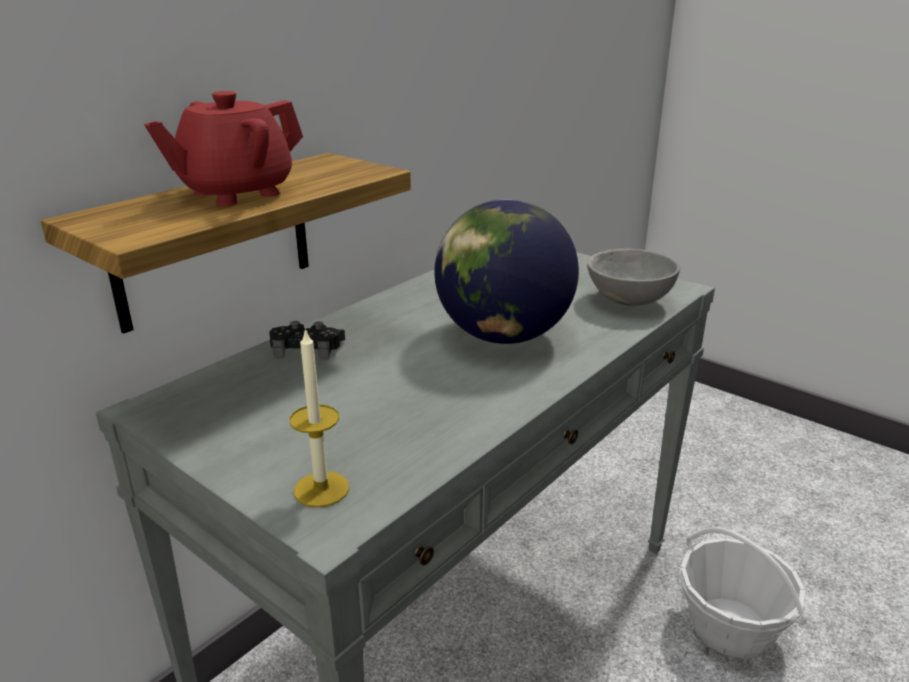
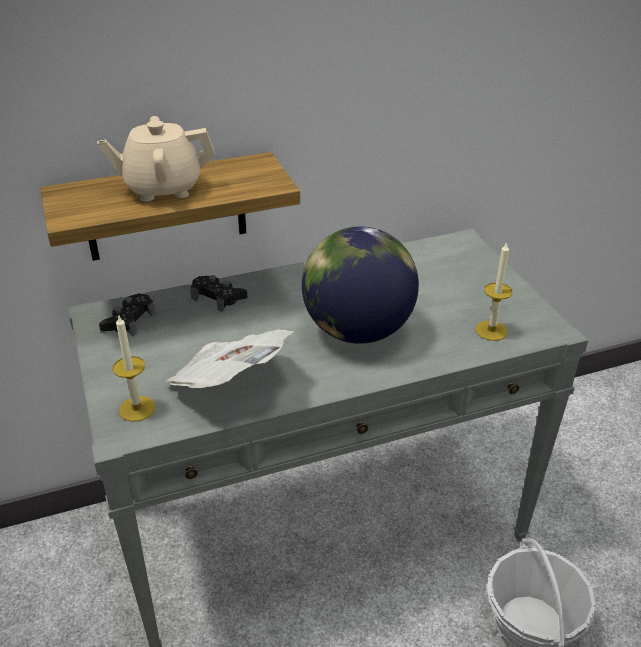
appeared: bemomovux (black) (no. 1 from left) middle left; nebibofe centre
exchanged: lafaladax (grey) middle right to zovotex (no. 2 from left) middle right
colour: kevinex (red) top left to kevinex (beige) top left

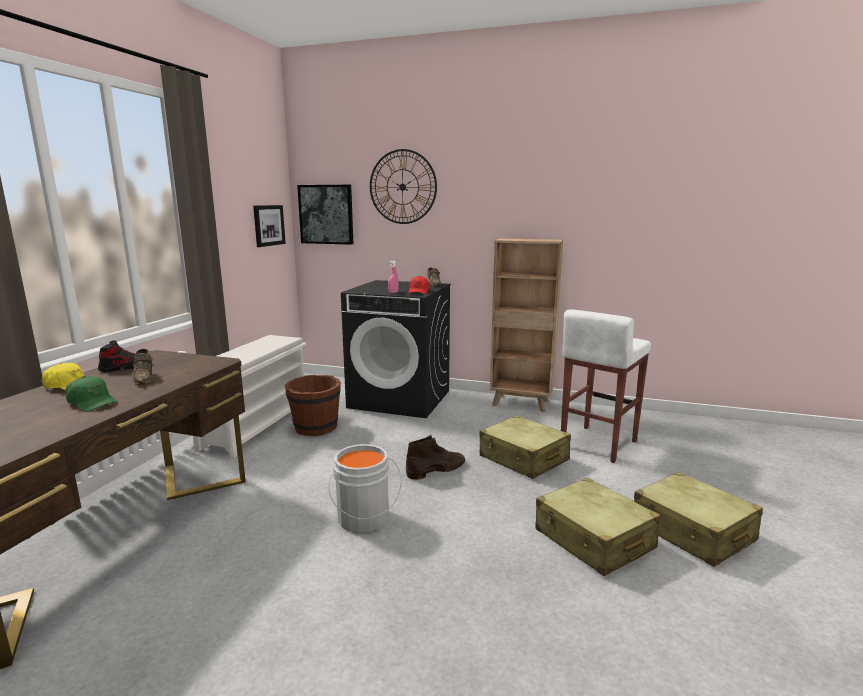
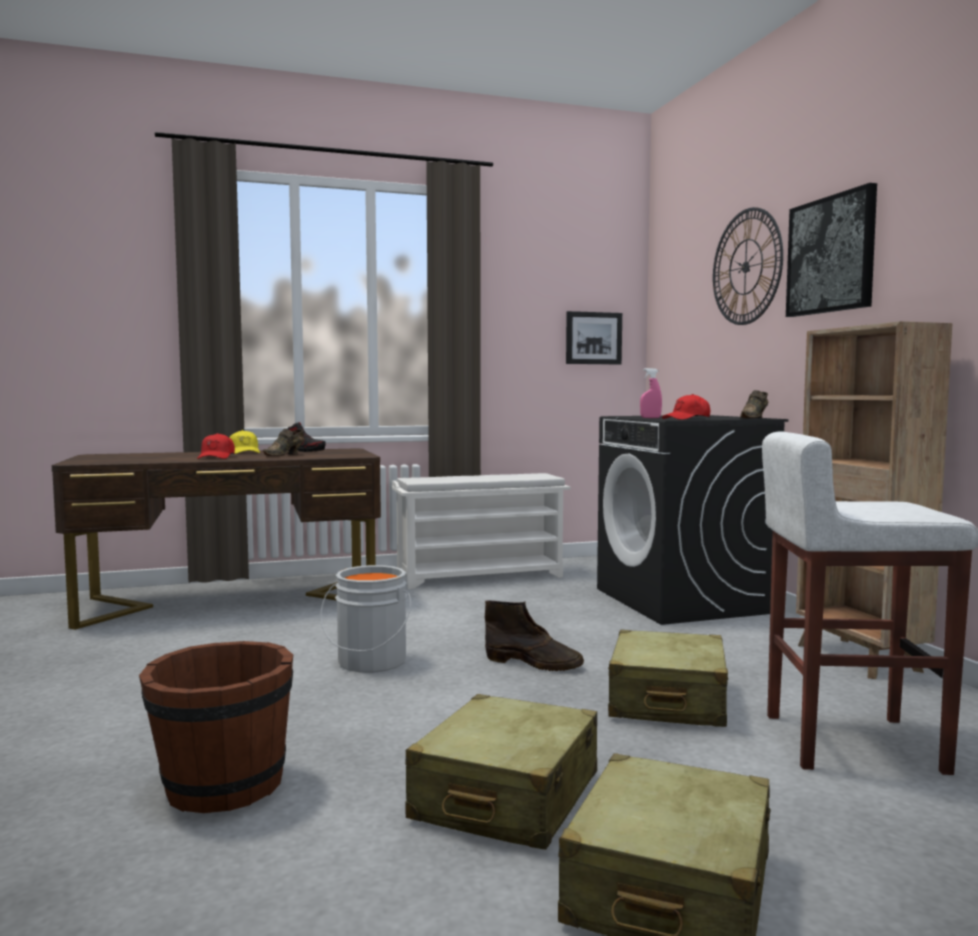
relocated: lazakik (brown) centre to bottom left; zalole (no. 2 from left) top centre to top right
colour: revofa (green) middle left to revofa (red) (no. 1 from left) middle left

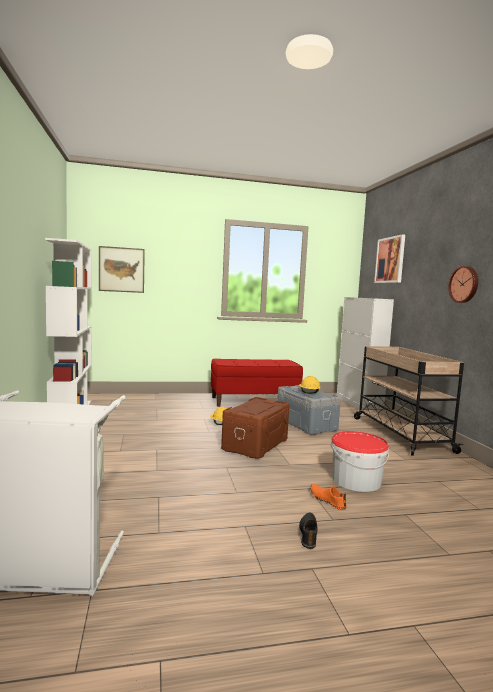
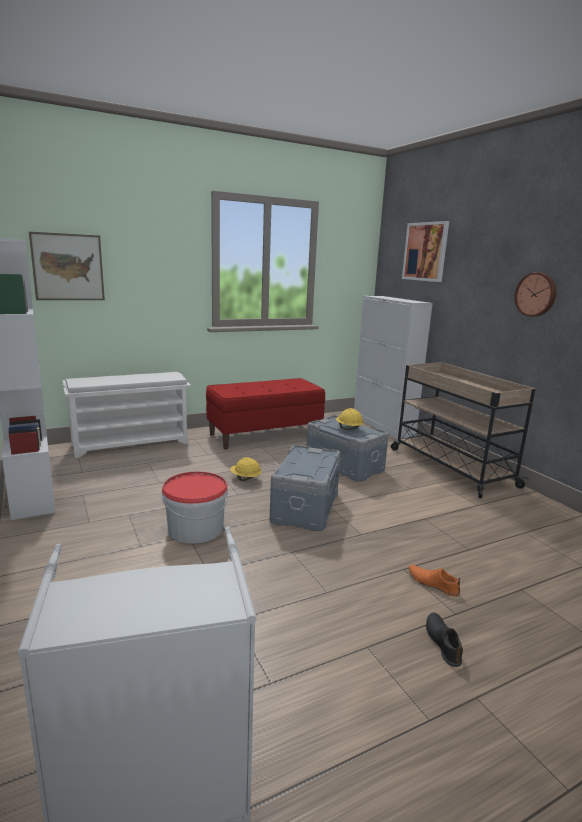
appeared: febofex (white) middle left
relocated: lazakik middle right to centre
colour: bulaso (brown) centre to bulaso (grey) (no. 1 from left) centre

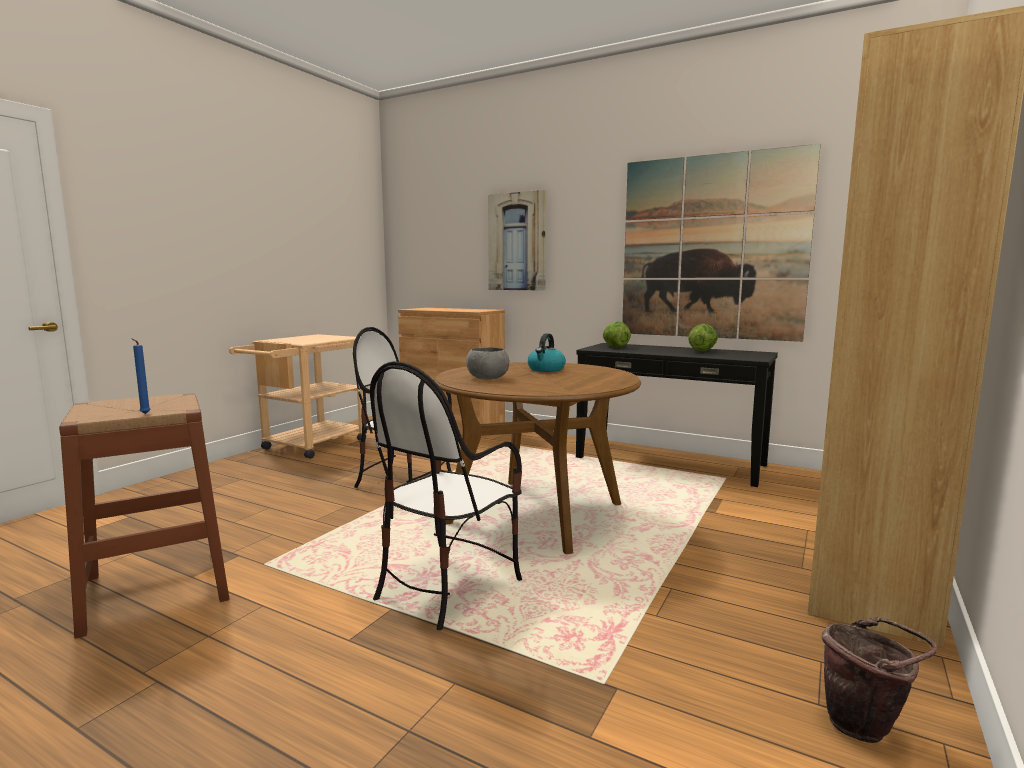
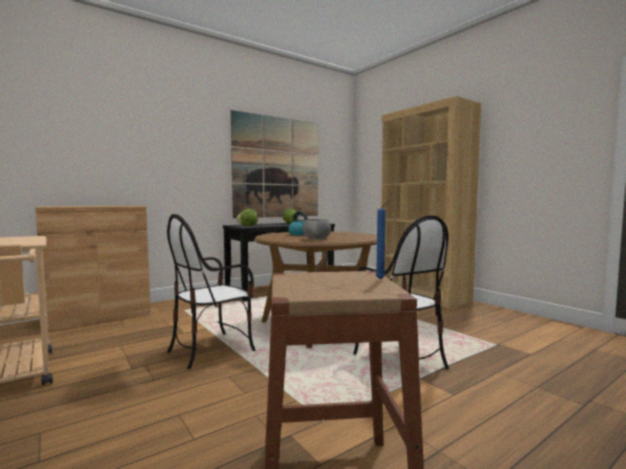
missing: zalole (no. 1 from left) top centre; lazakik (brown) bottom right

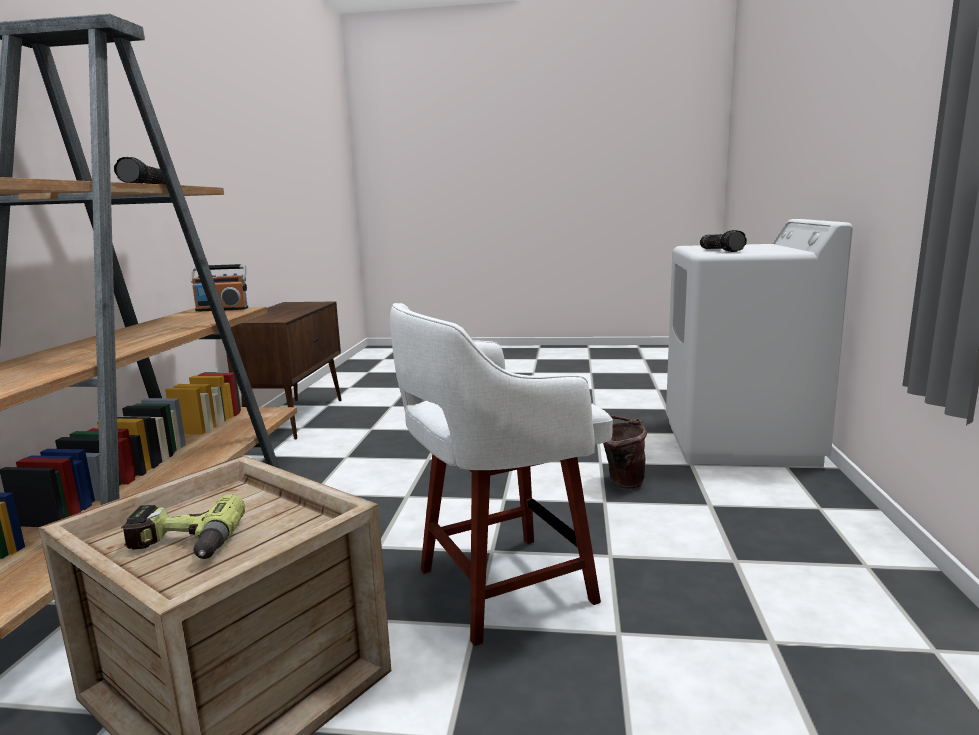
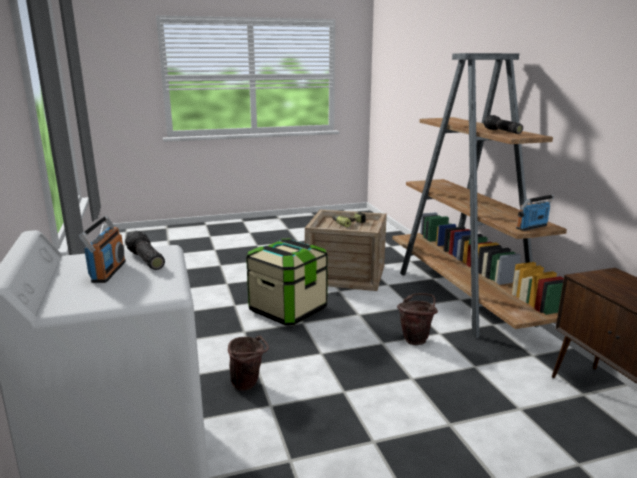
appeared: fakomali (no. 1 from left) middle left; lazakik (brown) (no. 2 from left) bottom centre
exchanged: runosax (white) centre to bulaso centre

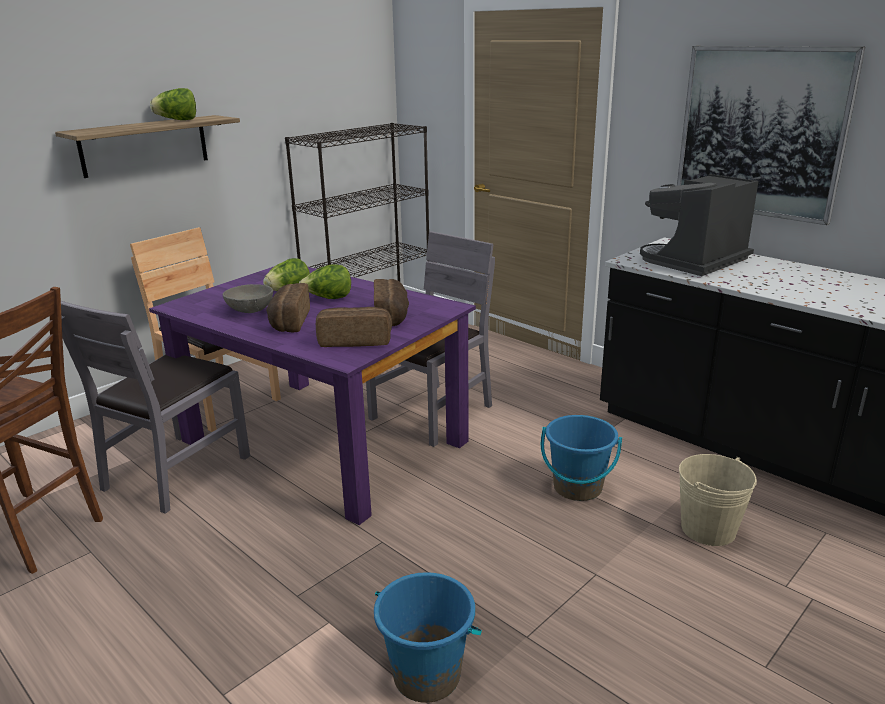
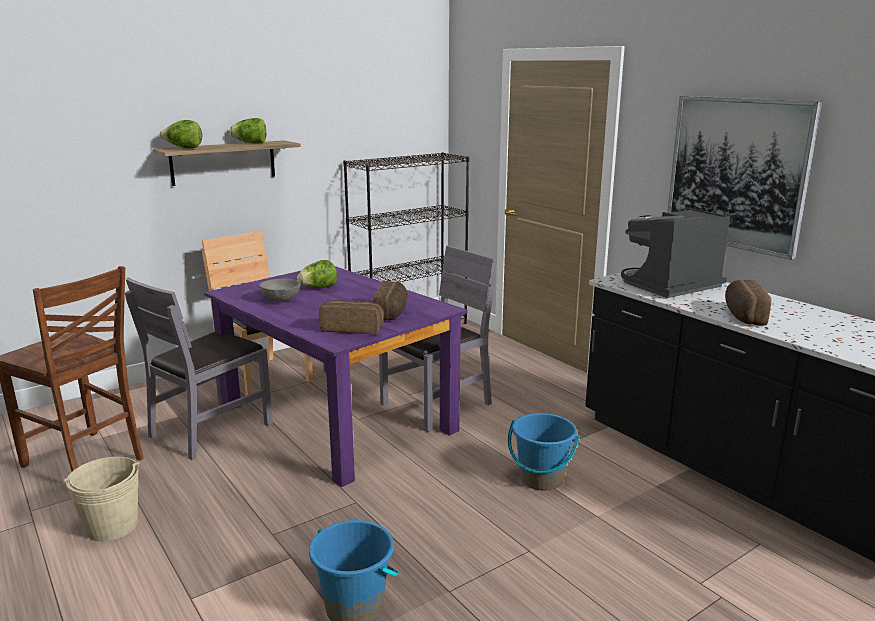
relocated: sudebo (no. 1 from left in the first image) middle left to sudebo (no. 3 from left) middle right; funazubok (no. 3 from left in the first image) centre to funazubok (no. 1 from left) top left; lazakik (beige) bottom right to bottom left

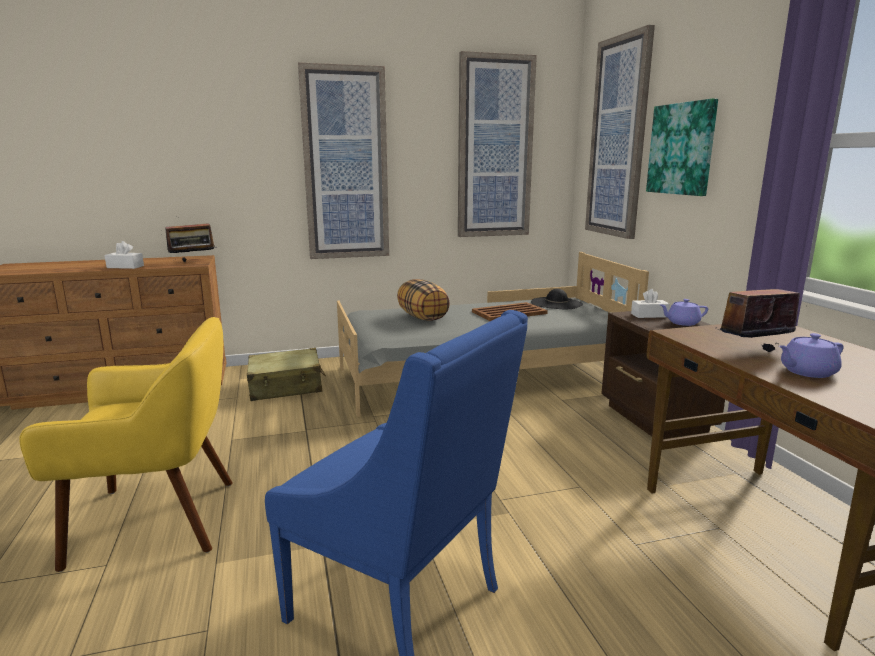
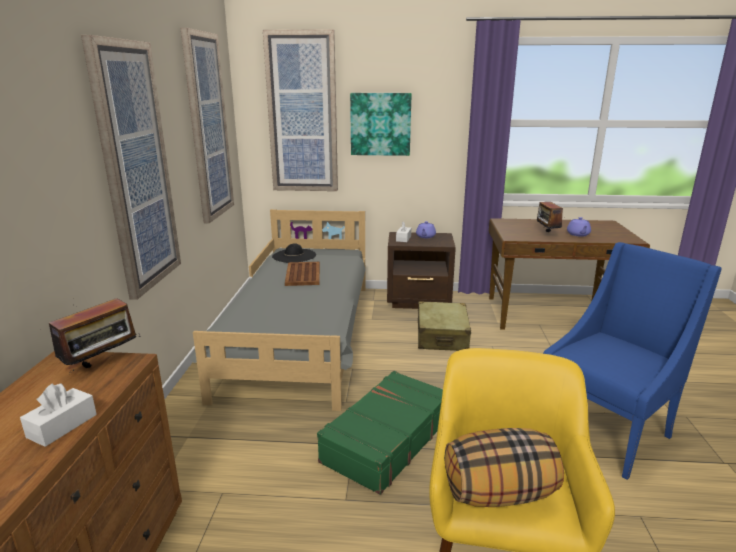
appeared: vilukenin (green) bottom centre
relocated: vilukenin (beige) middle left to centre; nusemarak centre to bottom right
spun: fakomali (no. 1 from left) middle left = middle left 45 degrees clockwise

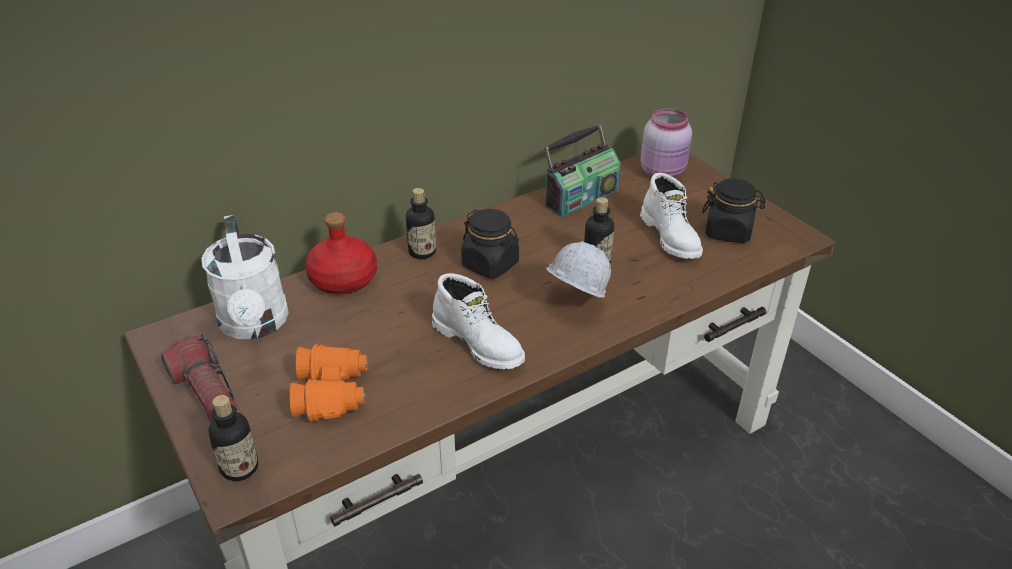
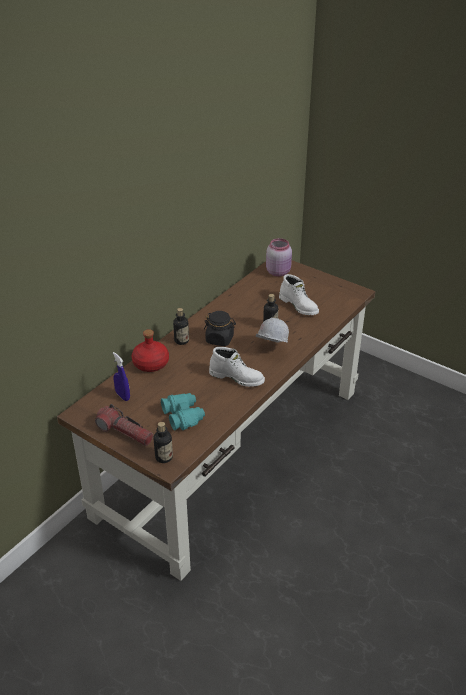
missing: fakomali top centre; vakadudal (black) (no. 2 from left) middle right
exchanged: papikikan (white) middle left to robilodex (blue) middle left
colour: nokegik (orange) bottom left to nokegik (turquoise) centre

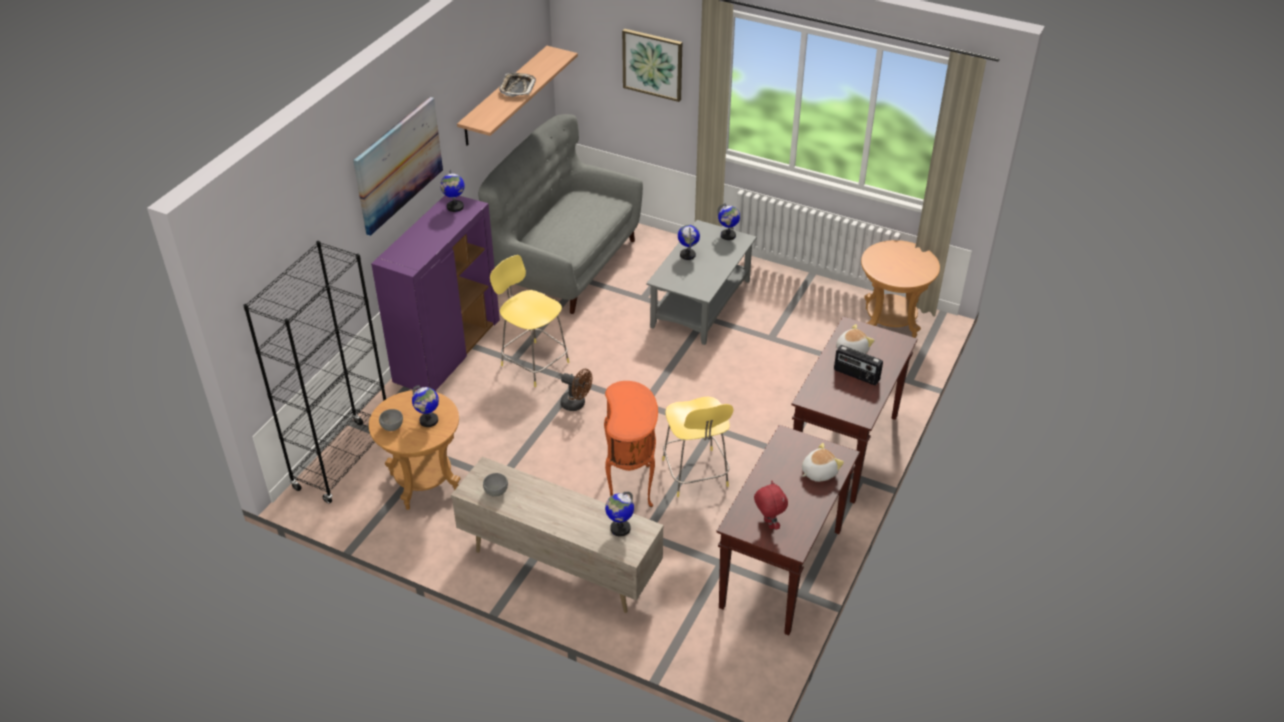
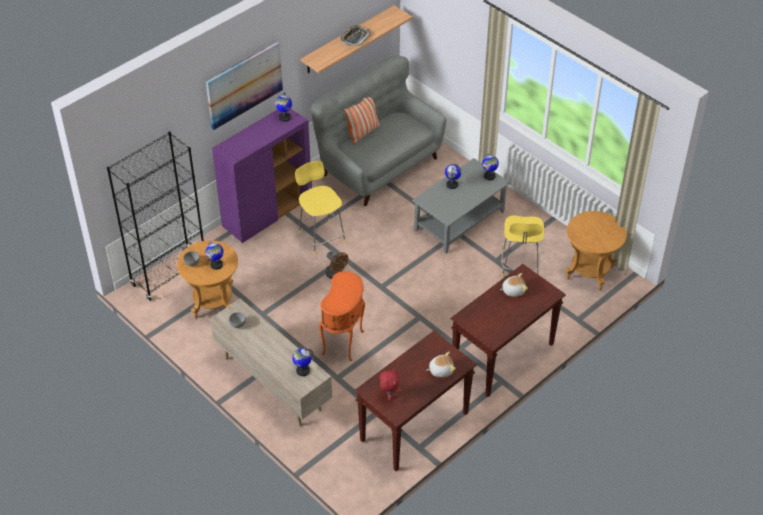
missing: zalole (no. 2 from left) top centre; fakomali middle right
appeared: nusemarak top centre
relocated: runosax (yellow) (no. 2 from left) centre to middle right

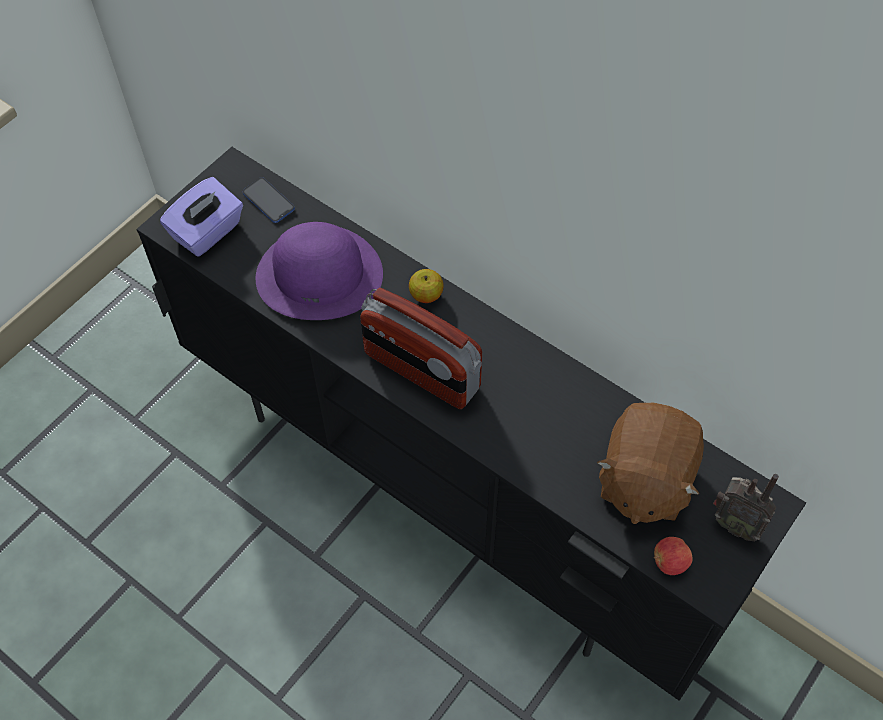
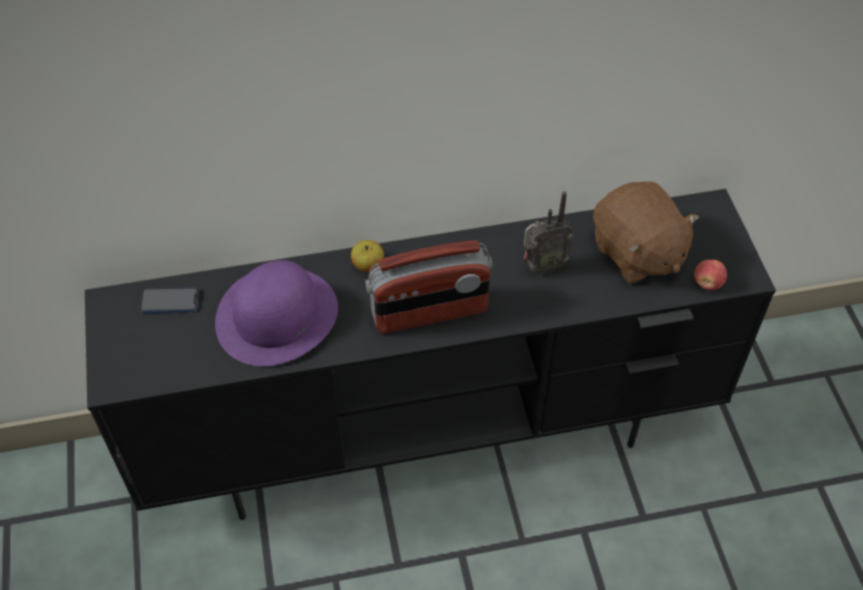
missing: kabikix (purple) top left
relocated: fakomali (no. 2 from left) bottom right to centre

